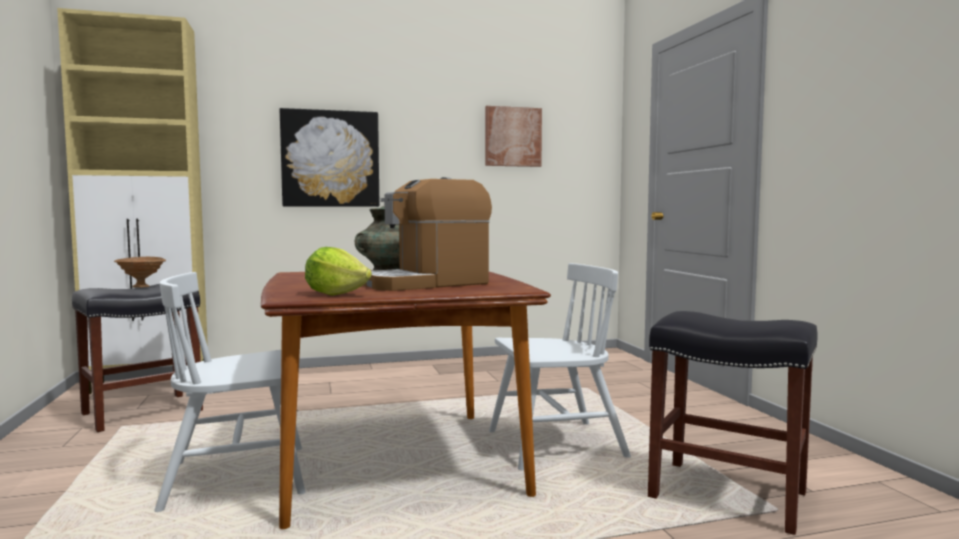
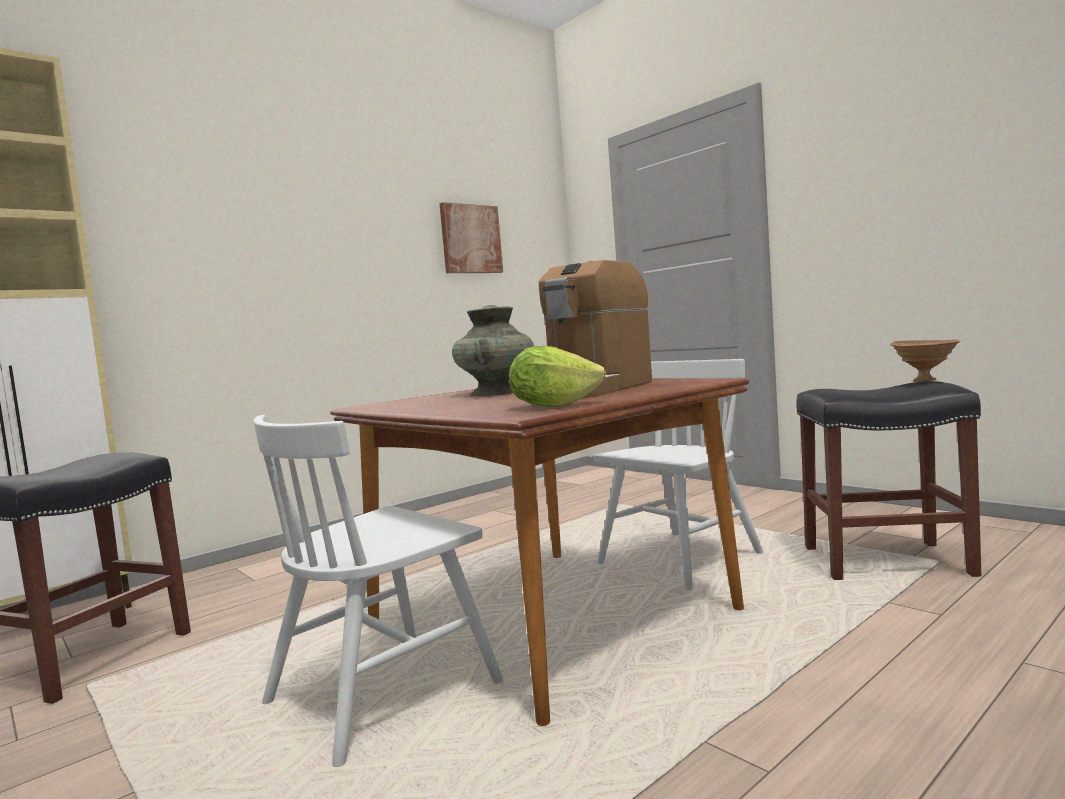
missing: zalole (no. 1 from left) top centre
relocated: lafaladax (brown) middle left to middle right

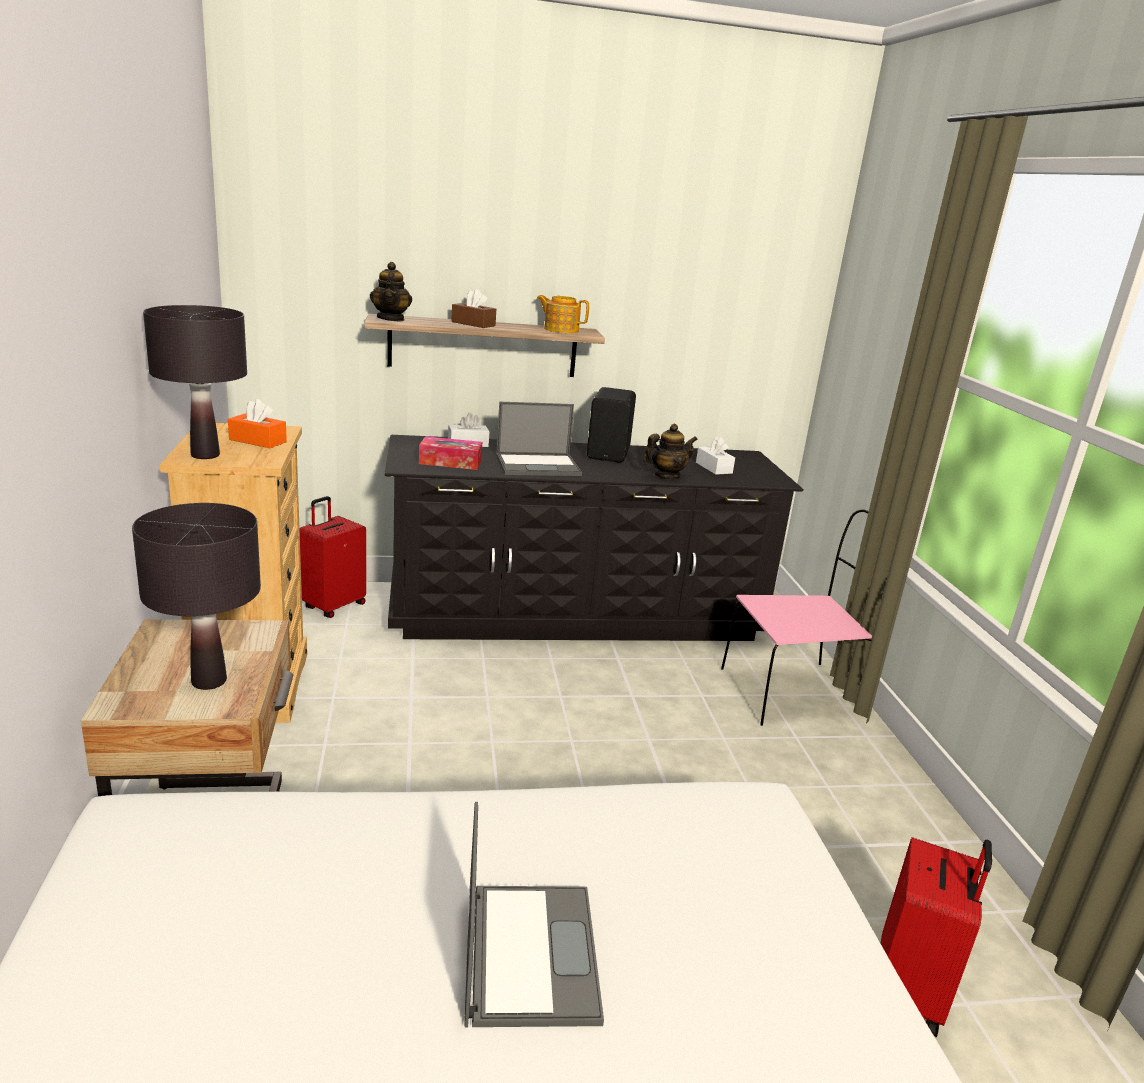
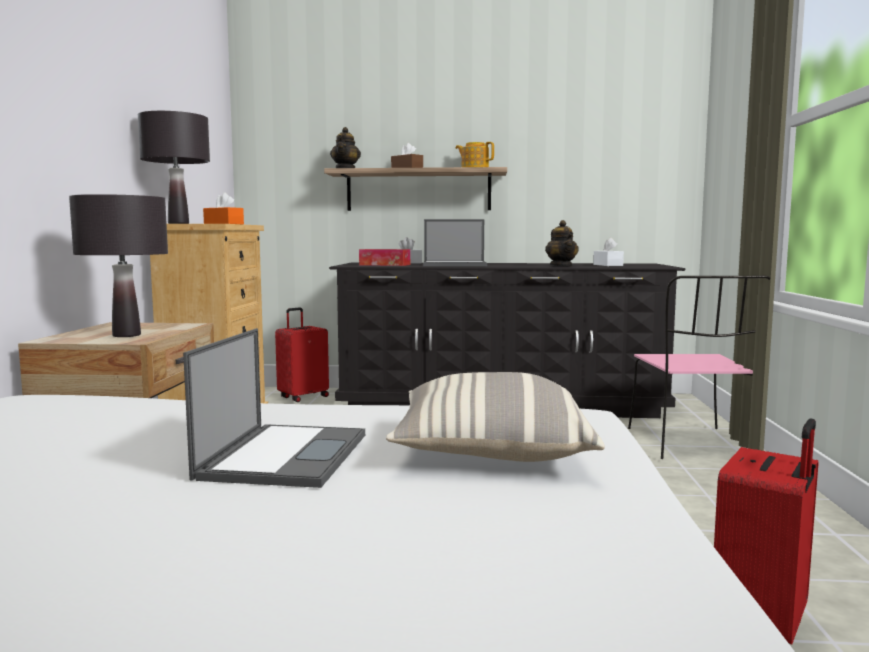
missing: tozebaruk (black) centre
appeared: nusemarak centre
spun: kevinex (no. 3 from left) centre = centre 90 degrees clockwise; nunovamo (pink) middle right = middle right 90 degrees clockwise

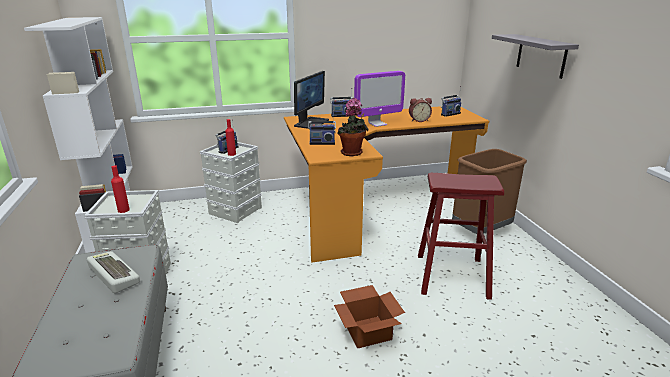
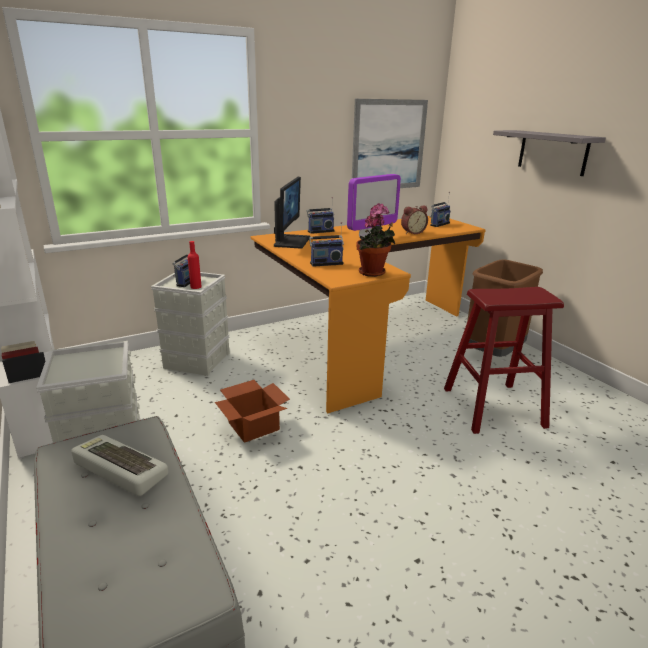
missing: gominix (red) (no. 1 from left) middle left
appeared: zalole top centre
relocated: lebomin bottom centre to centre

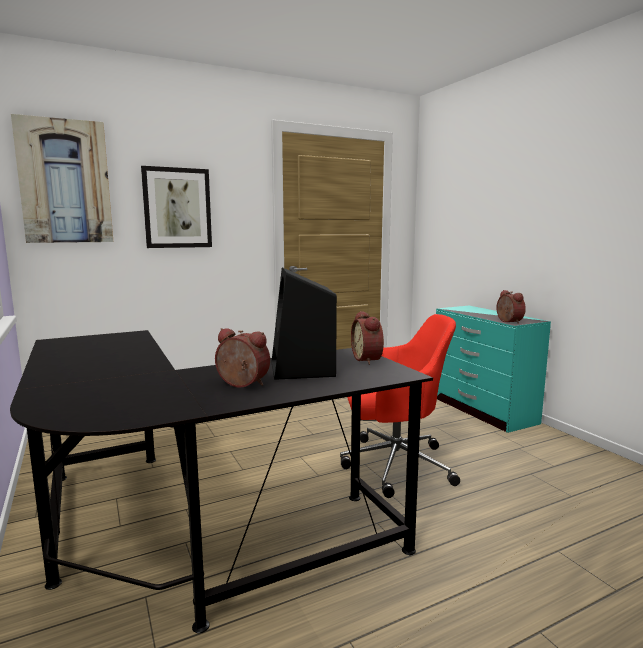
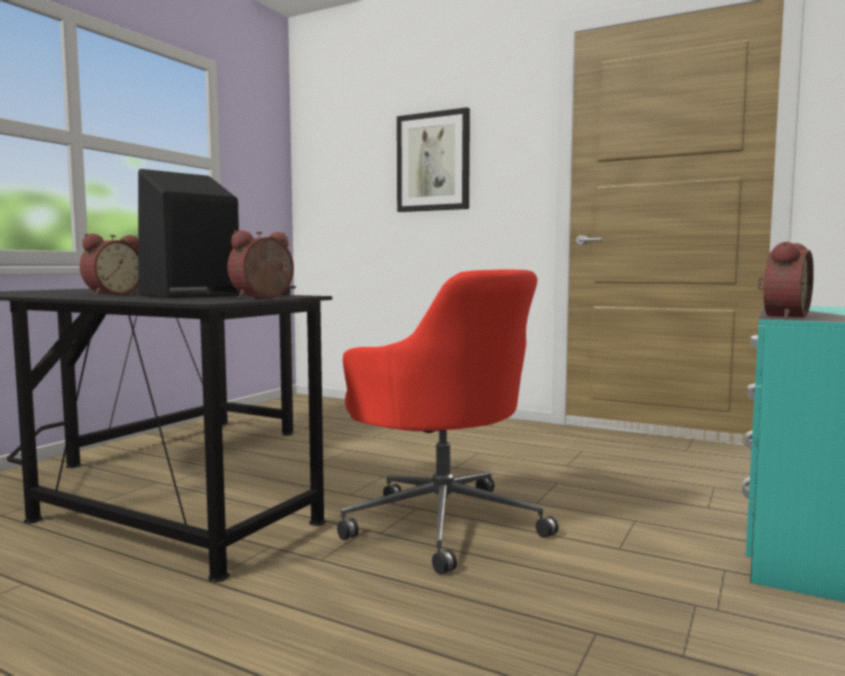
missing: zalole (no. 1 from left) top left
spun: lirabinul (no. 1 from left) centre = middle left 45 degrees clockwise

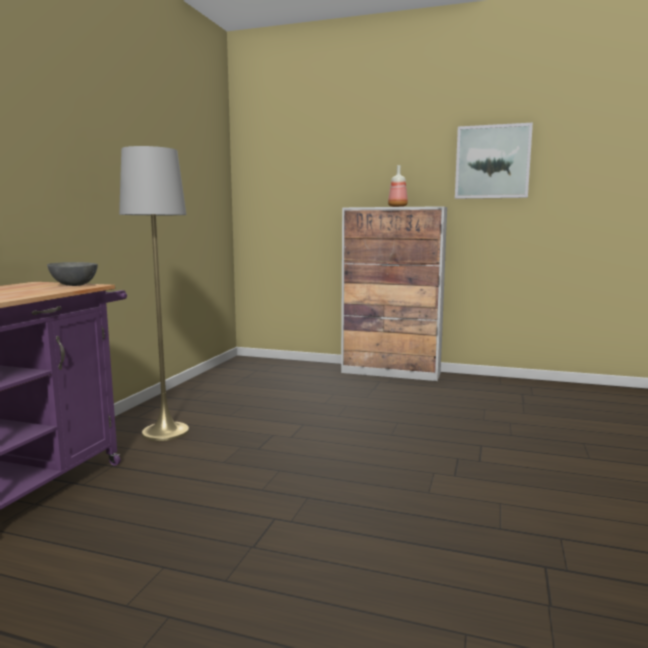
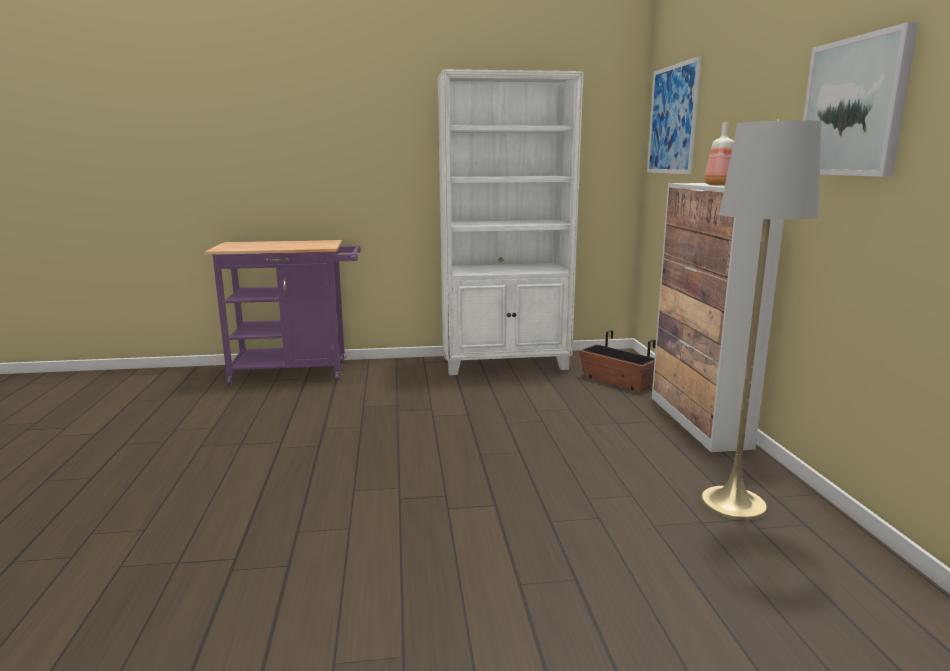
missing: lafaladax (grey) middle left
appeared: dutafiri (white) top centre; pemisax centre; zalole (no. 1 from left) top right
relocated: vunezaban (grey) middle left to middle right

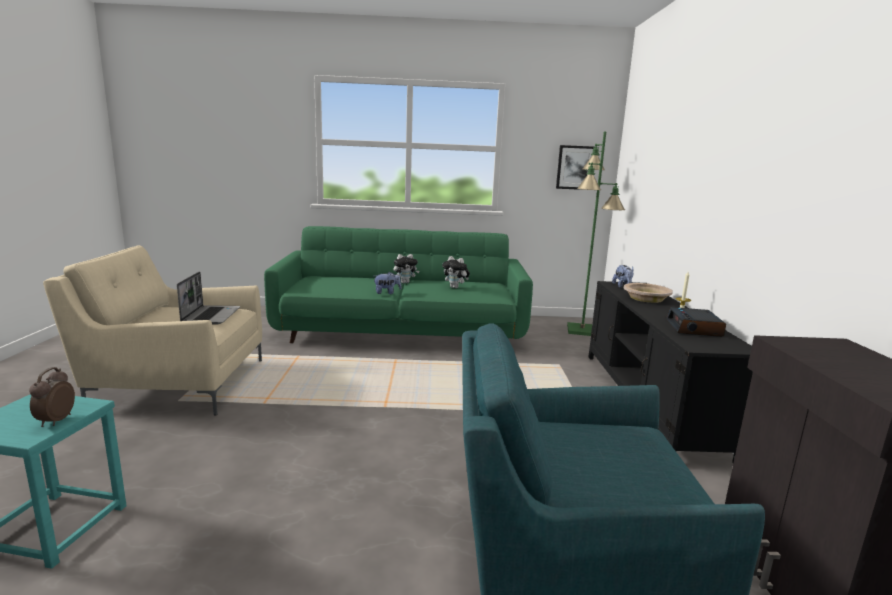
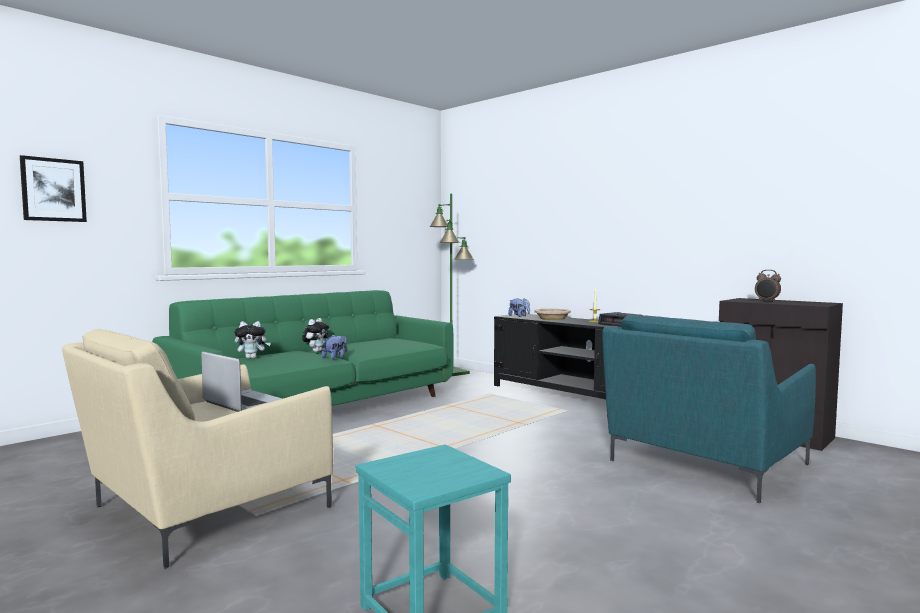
relocated: lirabinul (no. 1 from left in the first image) bottom left to lirabinul (no. 2 from left) middle right; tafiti (no. 3 from left in the first image) centre to tafiti (no. 1 from left) middle left; zalole top centre to top left

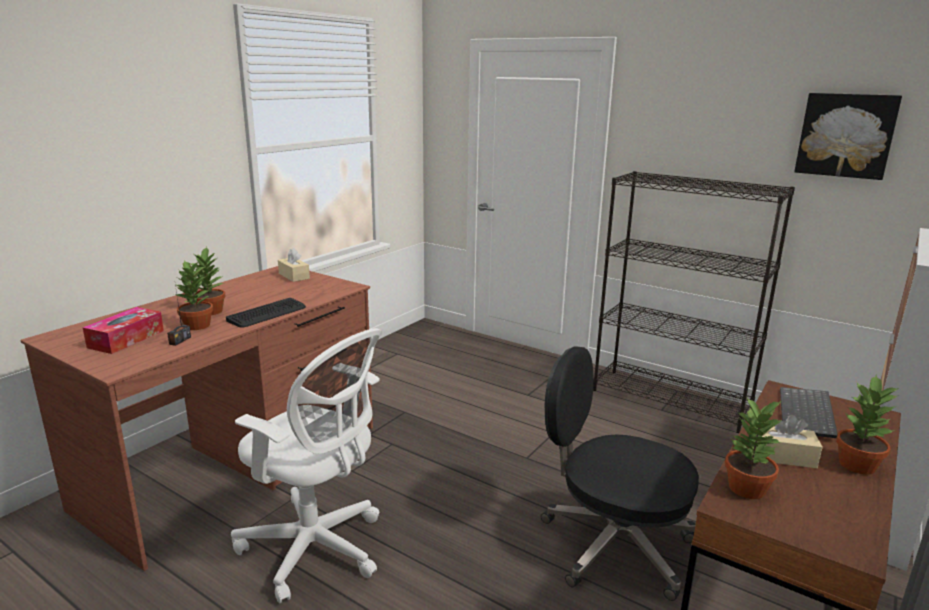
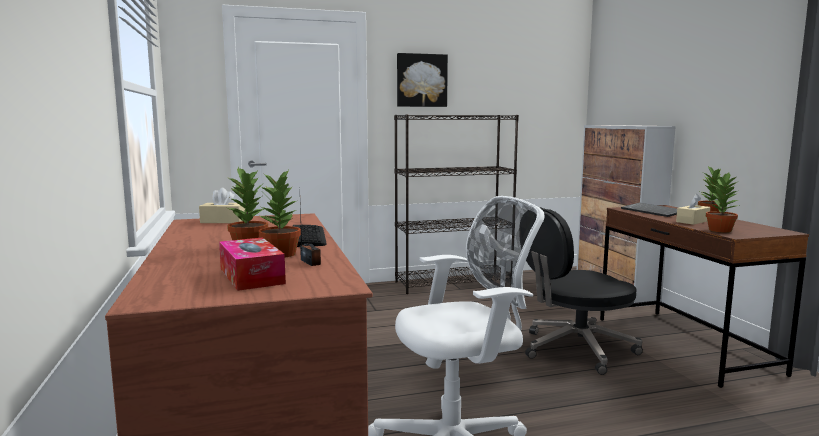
relocated: zalole top right to top centre

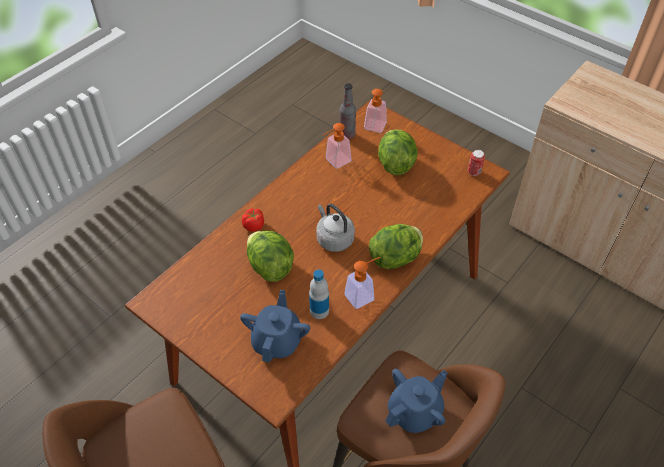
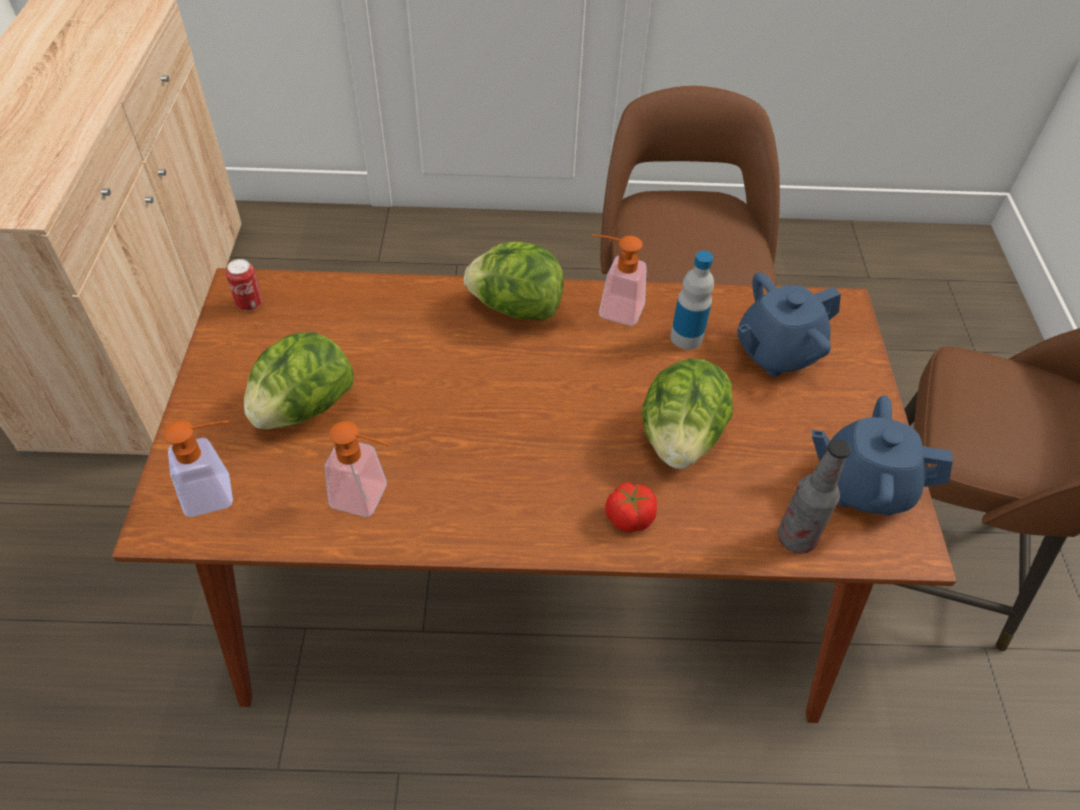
missing: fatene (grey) centre
relocated: gominix (no. 2 from left) top centre to middle right; kevinex (blue) (no. 2 from left) bottom centre to middle right

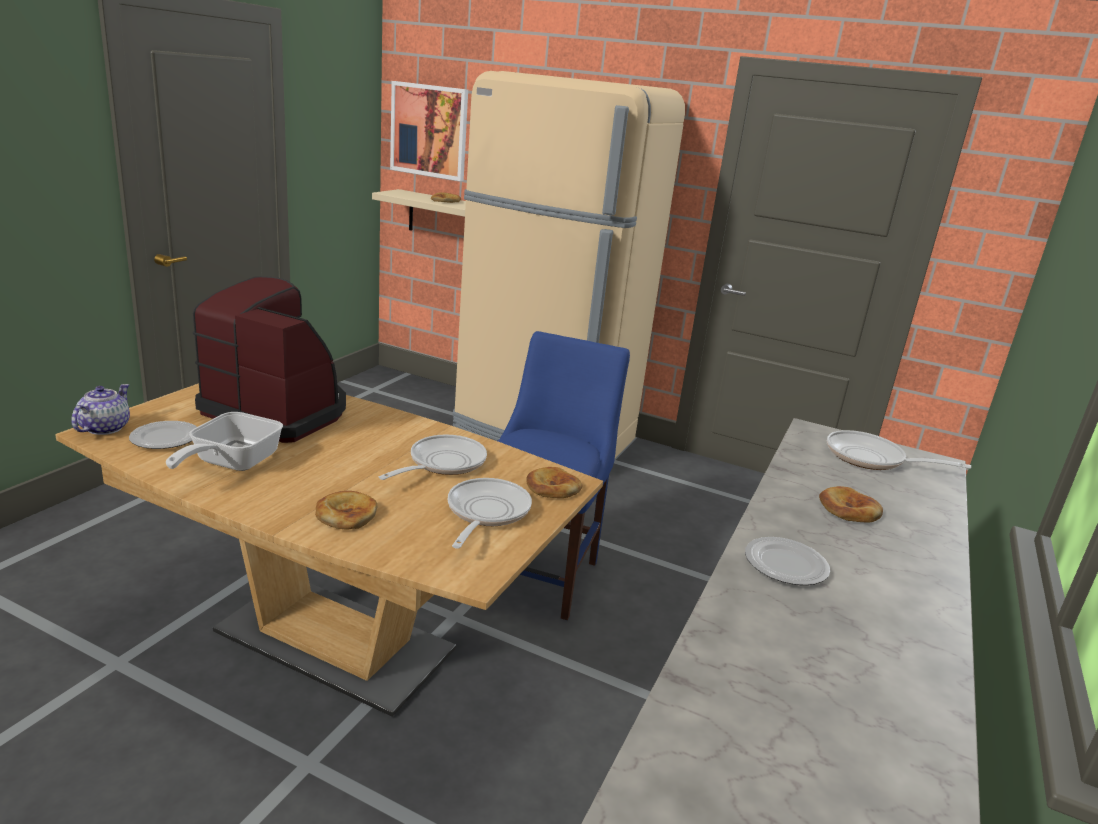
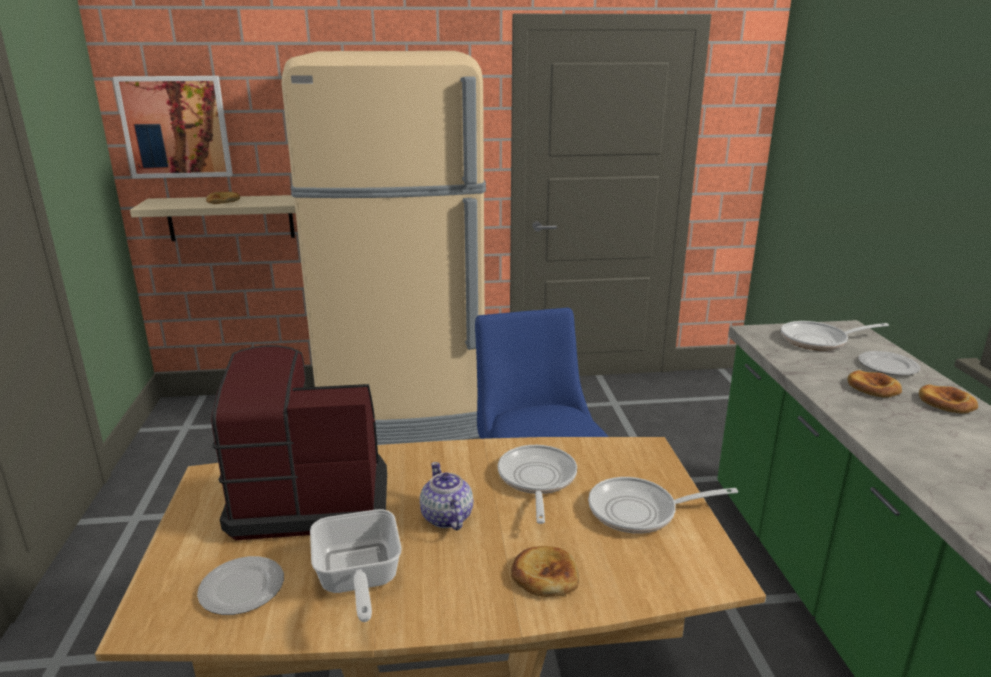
relocated: kevinex middle left to bottom centre; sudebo (no. 3 from left in the first image) centre to sudebo (no. 4 from left) middle right; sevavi (no. 2 from left) bottom right to middle right
spun: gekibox (no. 3 from left) centre = bottom right 75 degrees counterclockwise

